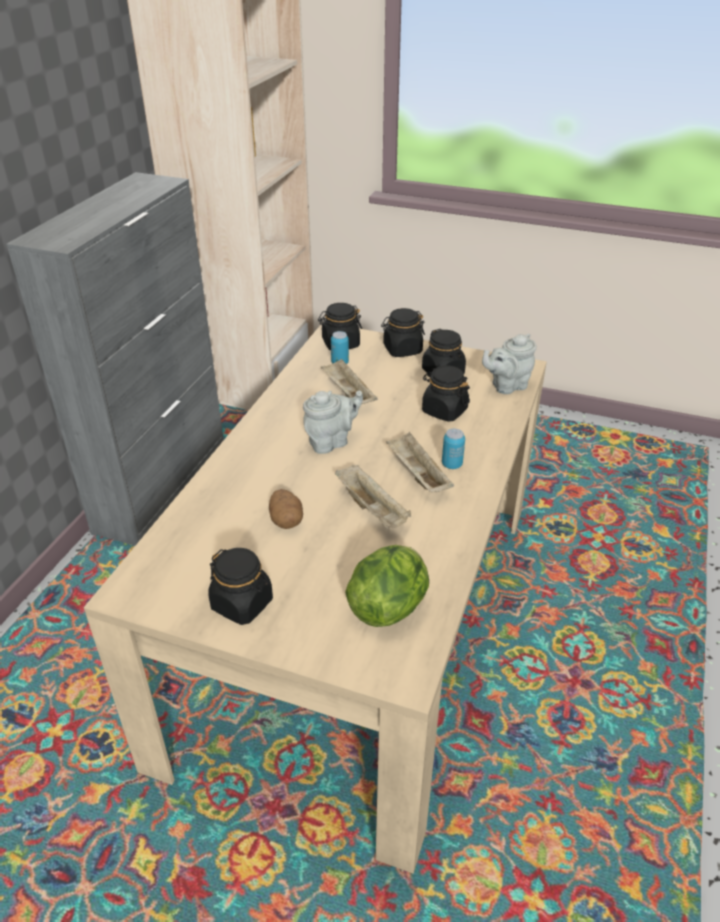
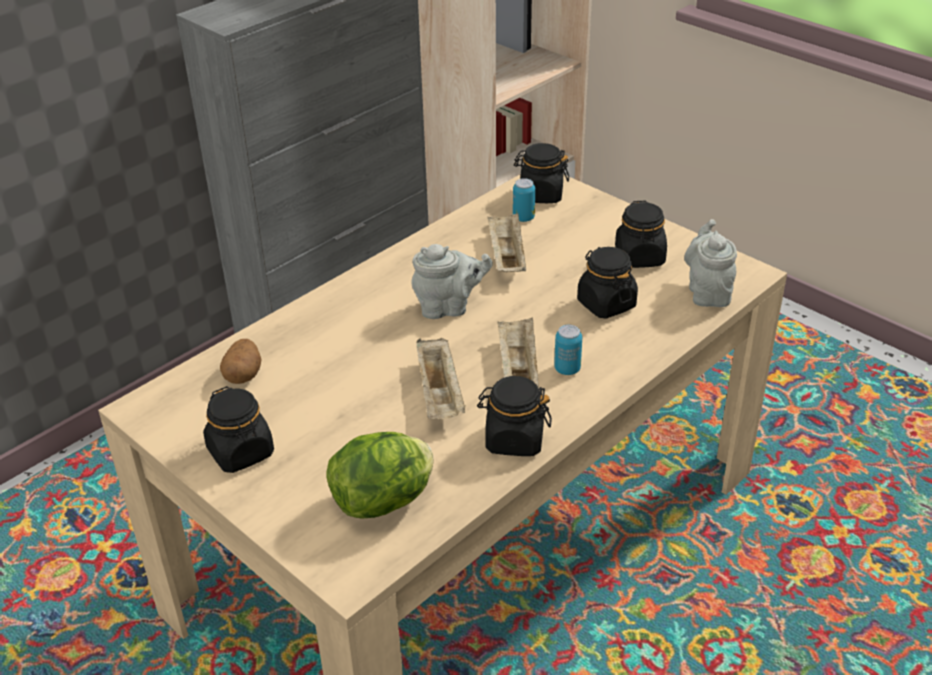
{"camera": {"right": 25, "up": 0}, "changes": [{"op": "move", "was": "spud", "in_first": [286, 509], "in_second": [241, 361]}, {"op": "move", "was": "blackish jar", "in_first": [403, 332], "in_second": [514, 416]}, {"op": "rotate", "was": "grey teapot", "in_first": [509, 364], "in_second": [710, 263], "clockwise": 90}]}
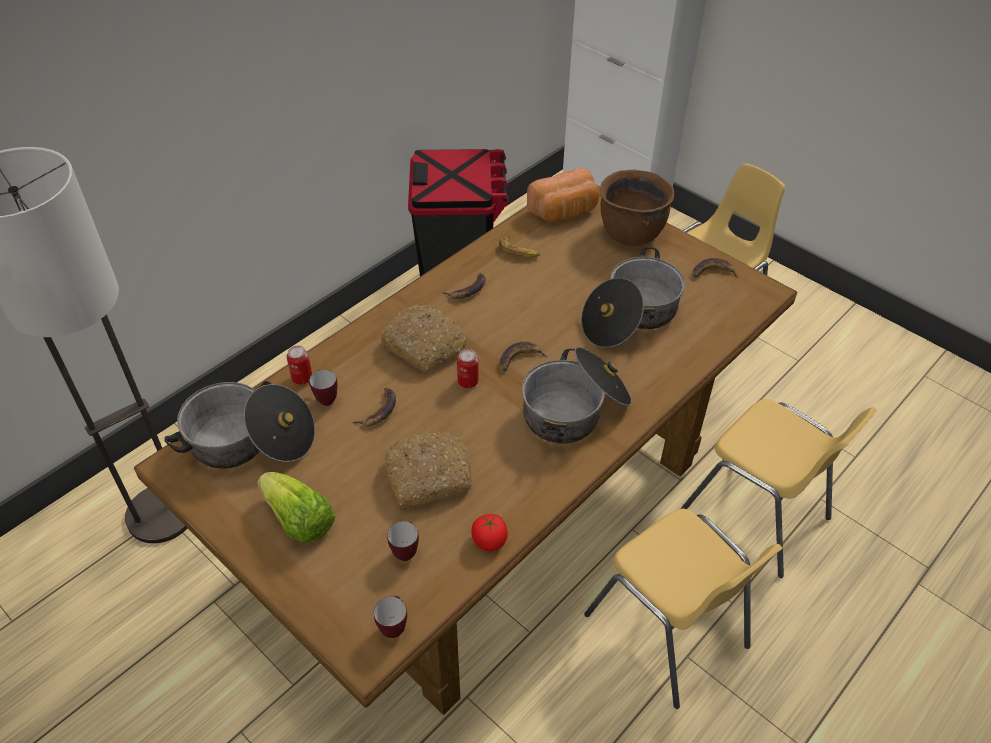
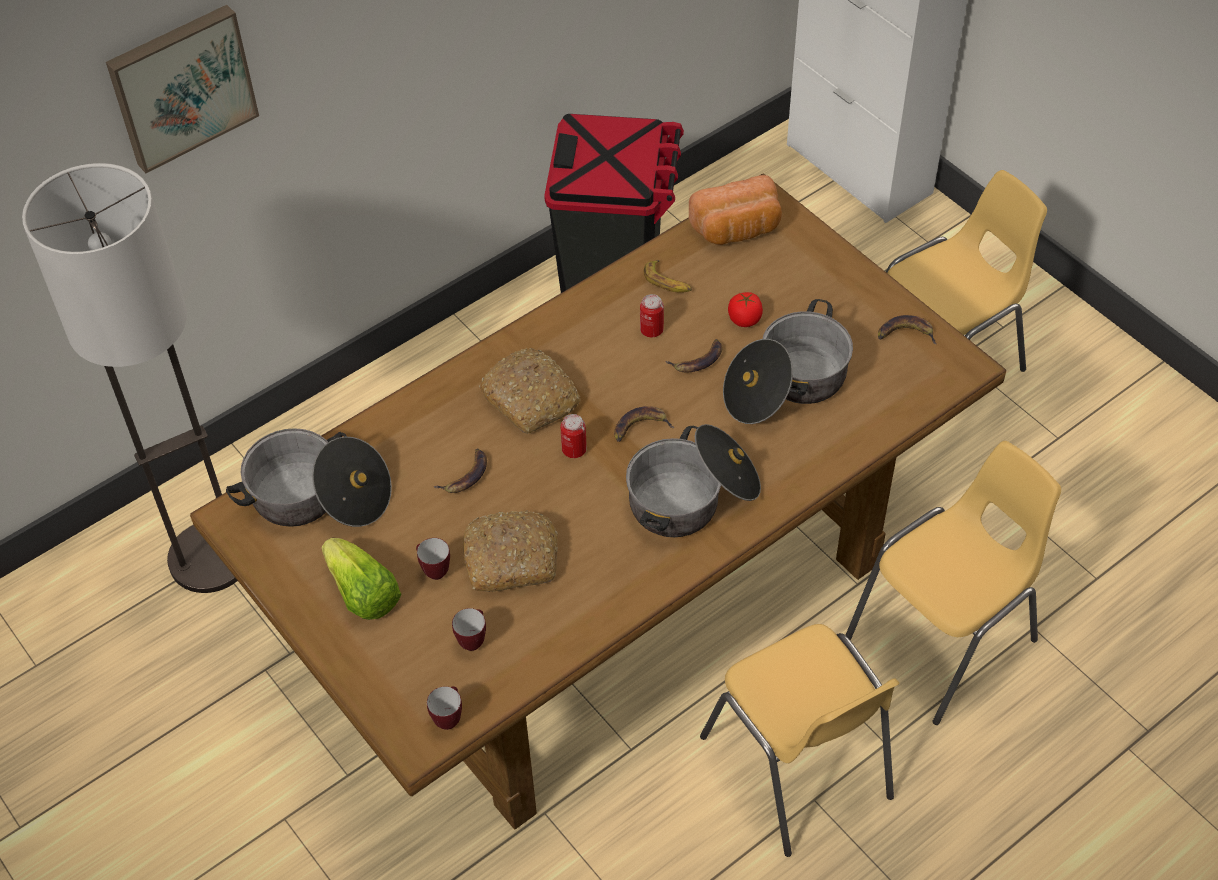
{"camera": {"right": 10, "up": 5}, "changes": [{"op": "delete", "was": "brown-coloured saucepot", "in_first": [637, 208]}, {"op": "insert", "now": "wall art", "in_second": [182, 89]}, {"op": "move", "was": "metal can", "in_first": [299, 365], "in_second": [652, 315]}, {"op": "move", "was": "tea mug", "in_first": [322, 387], "in_second": [433, 559]}, {"op": "move", "was": "banana fruit", "in_first": [463, 286], "in_second": [694, 355]}, {"op": "move", "was": "tomato", "in_first": [489, 532], "in_second": [745, 309]}, {"op": "rotate", "was": "yellow-coloured plain chair", "in_first": [778, 488], "in_second": [953, 583], "clockwise": -90}]}
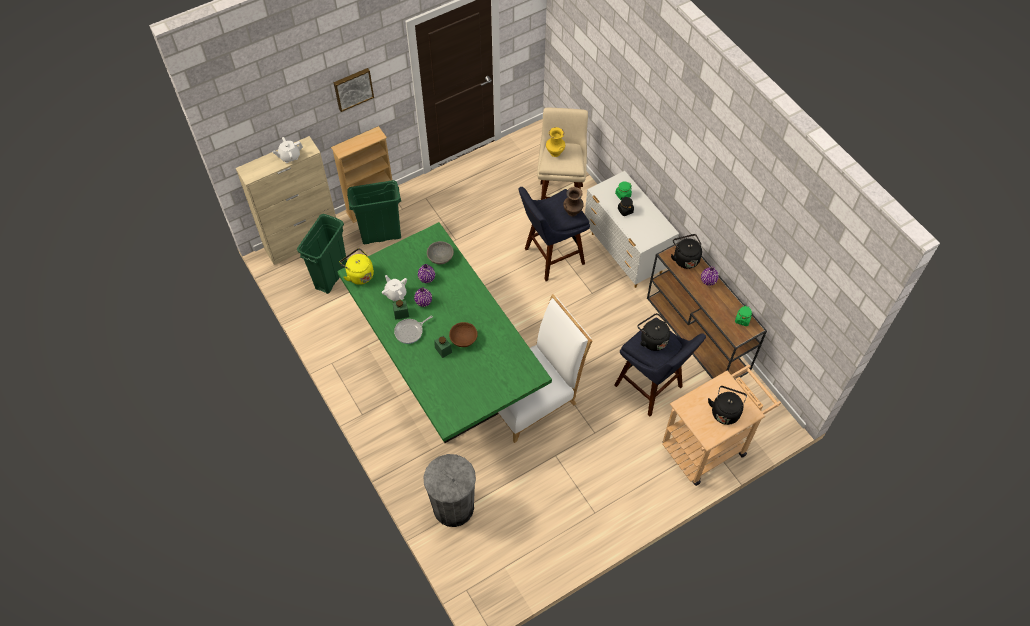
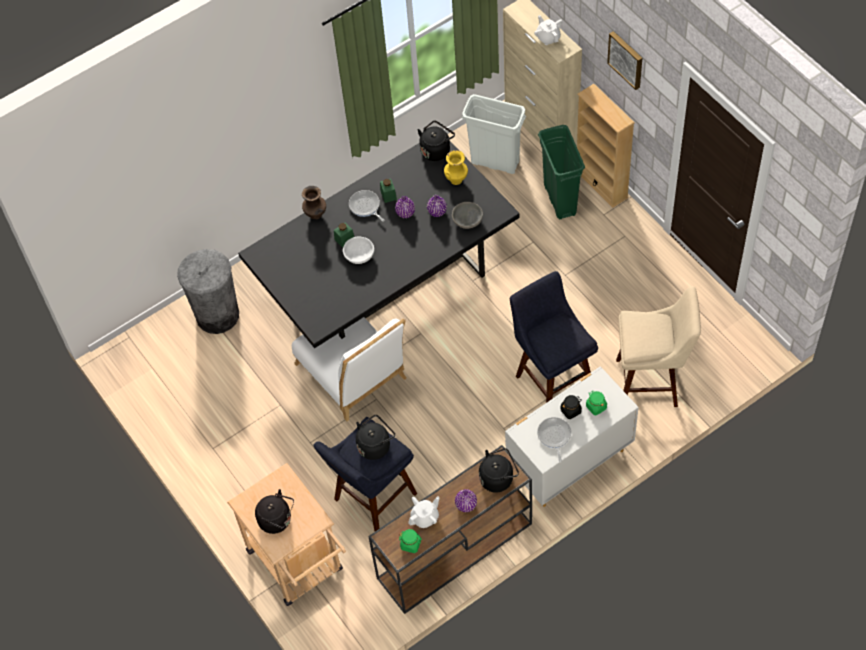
{"camera": {"right": 90, "up": 0}, "changes": [{"op": "insert", "now": "skillet", "in_second": [554, 439]}, {"op": "move", "was": "whitish teapot", "in_first": [394, 288], "in_second": [423, 512]}, {"op": "move", "was": "yellow-coloured flower vase", "in_first": [555, 142], "in_second": [456, 167]}, {"op": "move", "was": "brown-coloured flower vase", "in_first": [573, 202], "in_second": [314, 202]}, {"op": "recolor", "was": "green rubbish bin", "now": "whitish rubbish bin", "in_first": [322, 254], "in_second": [494, 134]}, {"op": "recolor", "was": "green dinner table", "now": "blackish dinner table", "in_first": [444, 332], "in_second": [379, 244]}, {"op": "recolor", "was": "yellow-coloured kettle", "now": "blackish kettle", "in_first": [357, 266], "in_second": [436, 140]}, {"op": "recolor", "was": "brown-coloured bowl", "now": "whitish bowl", "in_first": [463, 334], "in_second": [358, 250]}]}
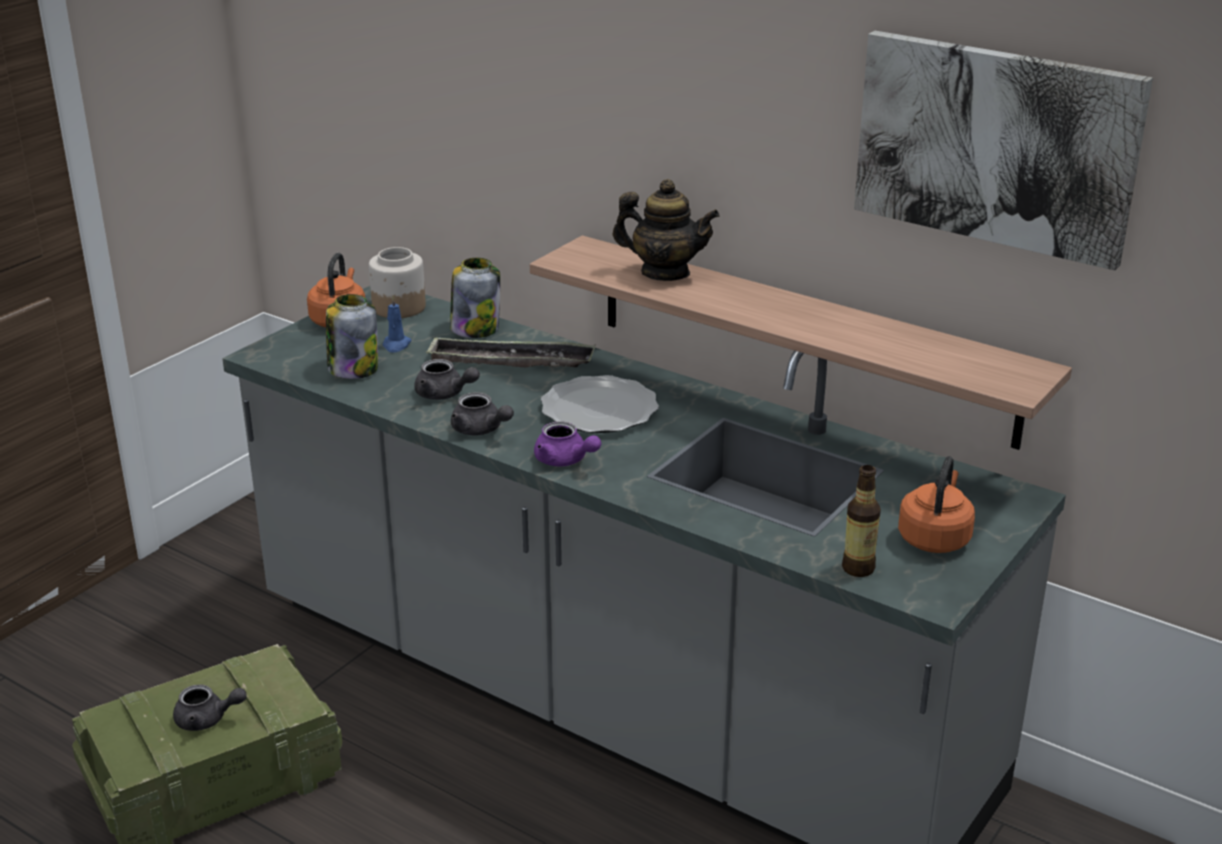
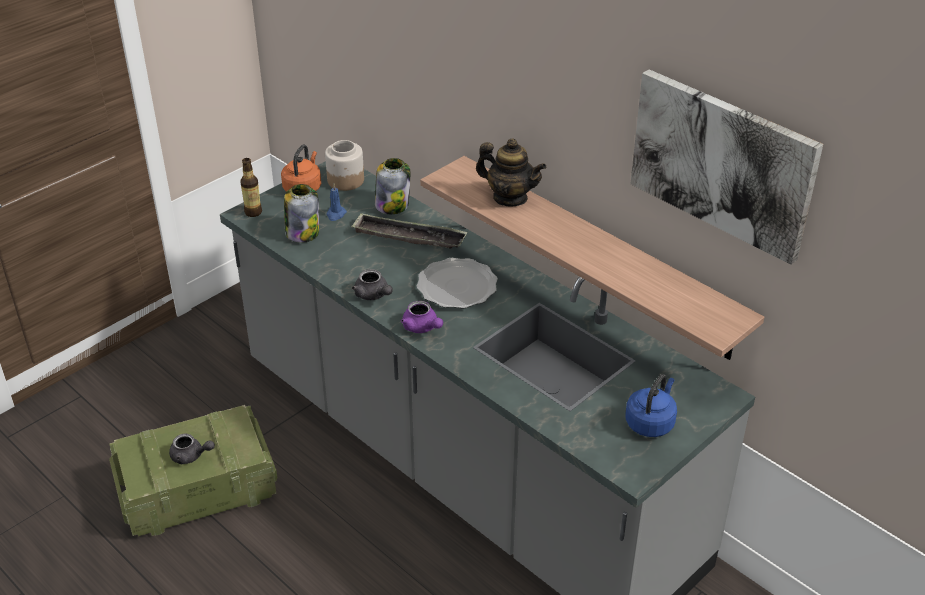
{"camera": {"right": 10, "up": 10}, "changes": [{"op": "delete", "was": "grey teapot", "in_first": [447, 379]}, {"op": "move", "was": "beverage bottle", "in_first": [861, 521], "in_second": [251, 187]}, {"op": "recolor", "was": "orangey kettle", "now": "bluish kettle", "in_first": [936, 504], "in_second": [651, 405]}]}
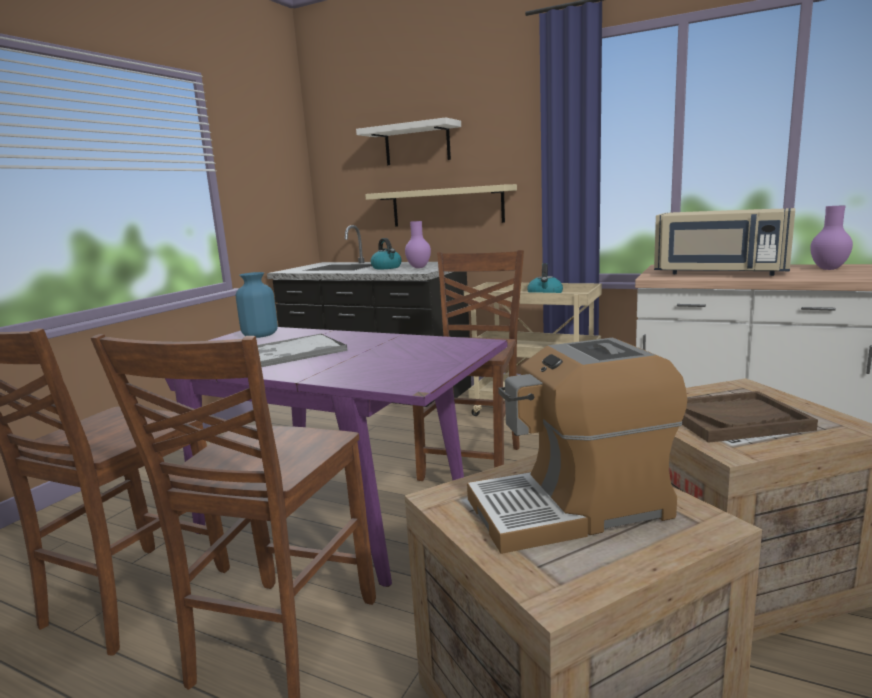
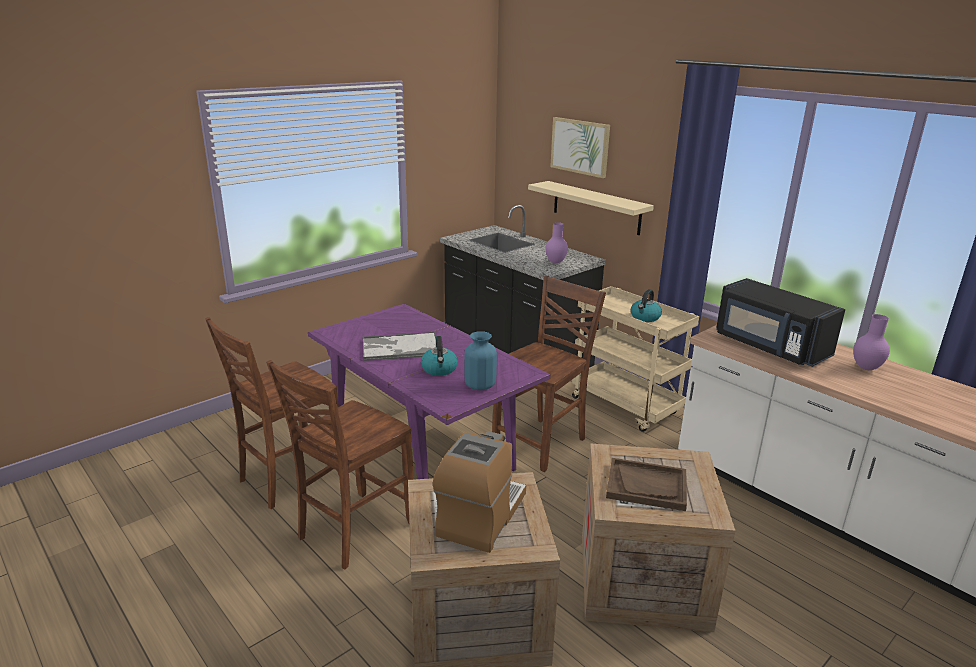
{"camera": {"right": 20, "up": 10}, "changes": [{"op": "move", "was": "bluish flower vase", "in_first": [257, 305], "in_second": [480, 360]}, {"op": "move", "was": "kettle", "in_first": [386, 253], "in_second": [439, 356]}, {"op": "replace", "was": "whitish bracket shelf", "now": "wall art", "in_first": [408, 141], "in_second": [580, 147]}, {"op": "recolor", "was": "beige microwave oven", "now": "blackish microwave oven", "in_first": [724, 242], "in_second": [780, 322]}, {"op": "rotate", "was": "coffee maker", "in_first": [577, 445], "in_second": [479, 492], "clockwise": 105}]}
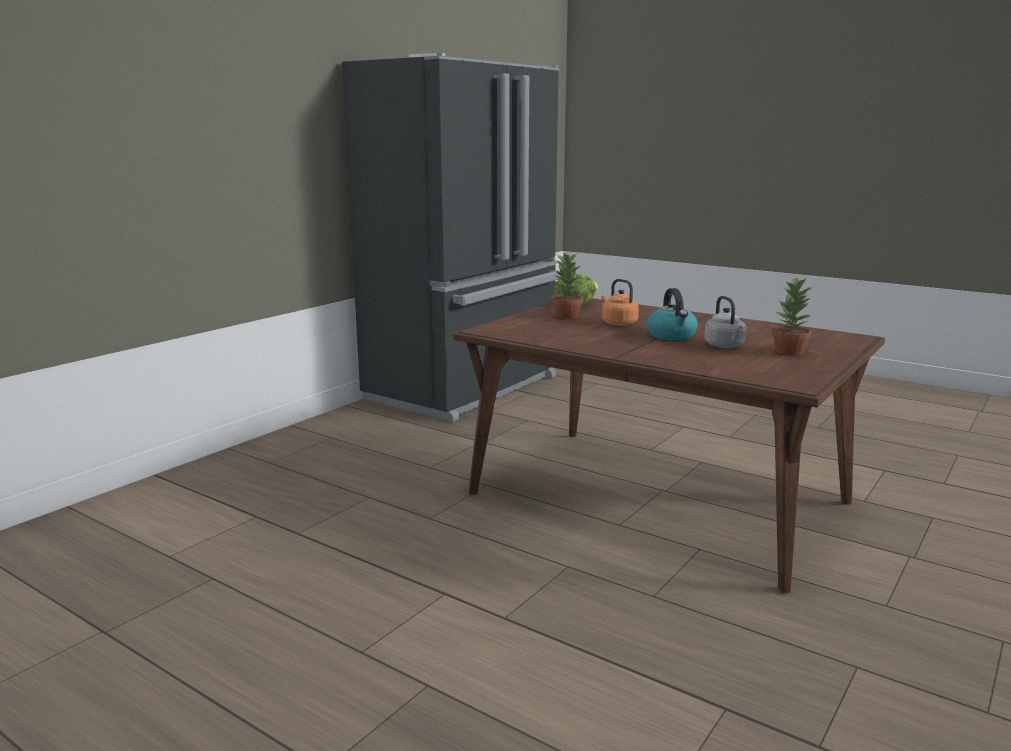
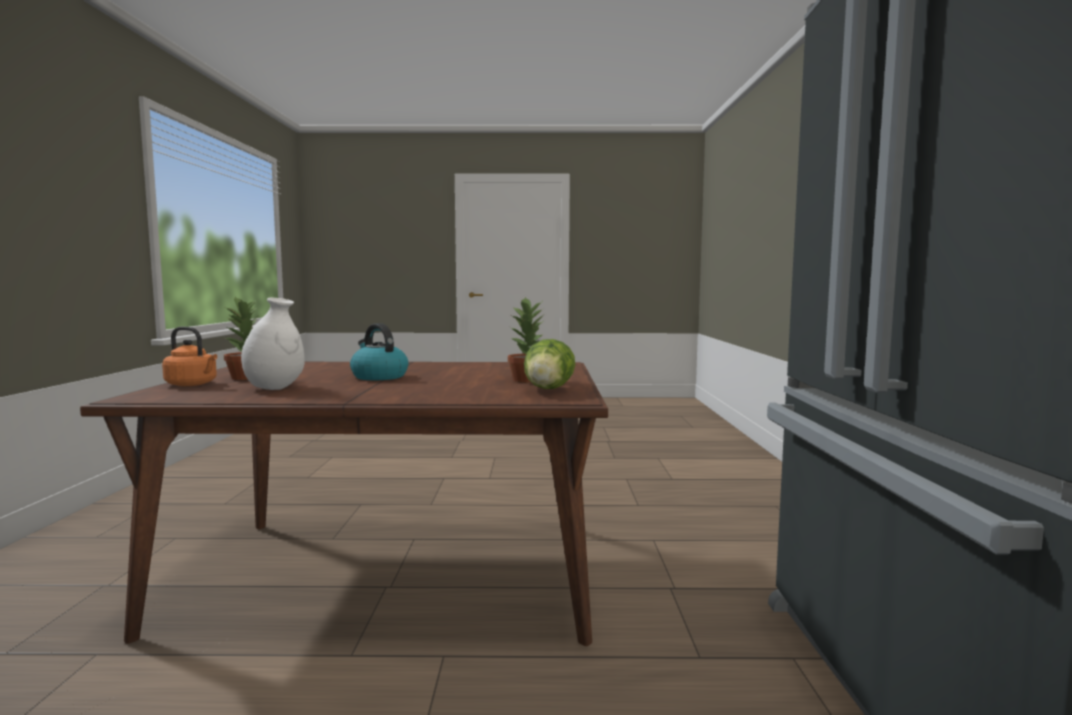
{"camera": {"right": 145, "up": -10}, "changes": [{"op": "delete", "was": "grey kettle", "in_first": [725, 322]}, {"op": "insert", "now": "whitish flower vase", "in_second": [273, 344]}, {"op": "move", "was": "orangey kettle", "in_first": [620, 302], "in_second": [189, 356]}]}
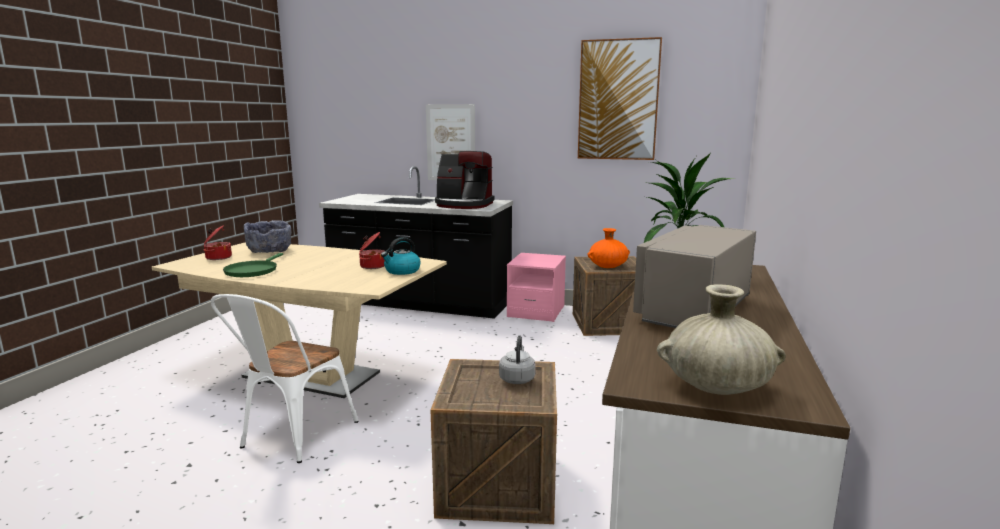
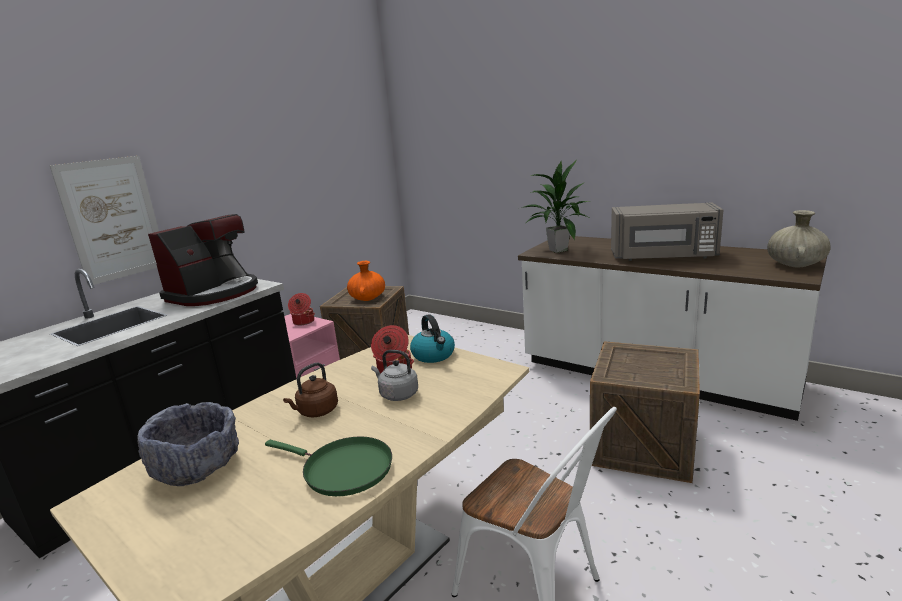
{"camera": {"right": -70, "up": 5}, "changes": [{"op": "delete", "was": "wall art", "in_first": [620, 98]}, {"op": "insert", "now": "brown-coloured kettle", "in_second": [310, 389]}, {"op": "move", "was": "saucepot", "in_first": [218, 242], "in_second": [301, 309]}, {"op": "move", "was": "grey kettle", "in_first": [517, 360], "in_second": [394, 375]}, {"op": "rotate", "was": "grey microwave oven", "in_first": [694, 276], "in_second": [667, 231], "clockwise": -45}]}
